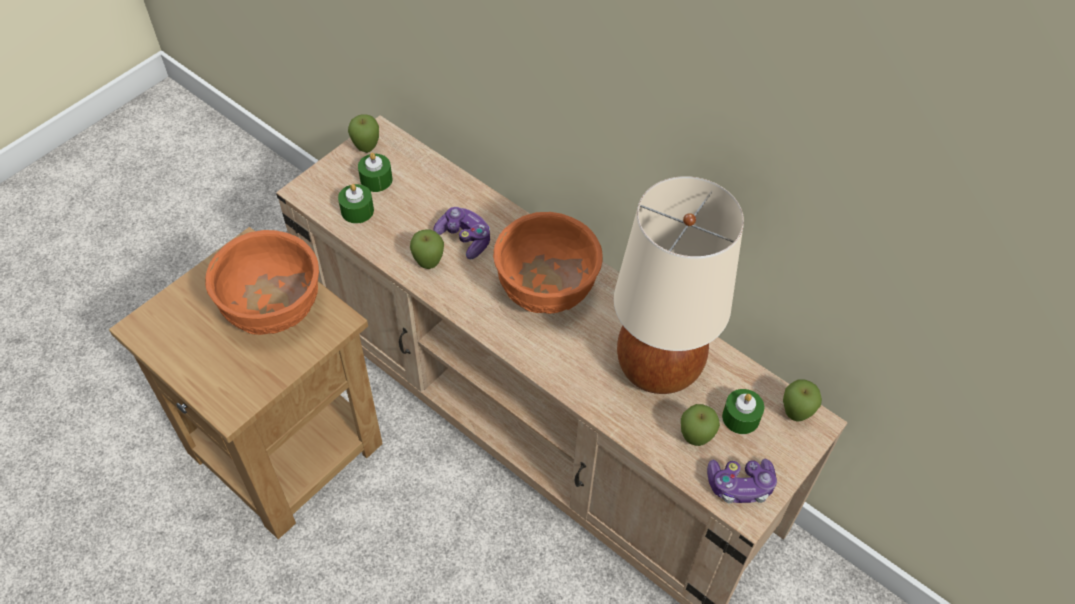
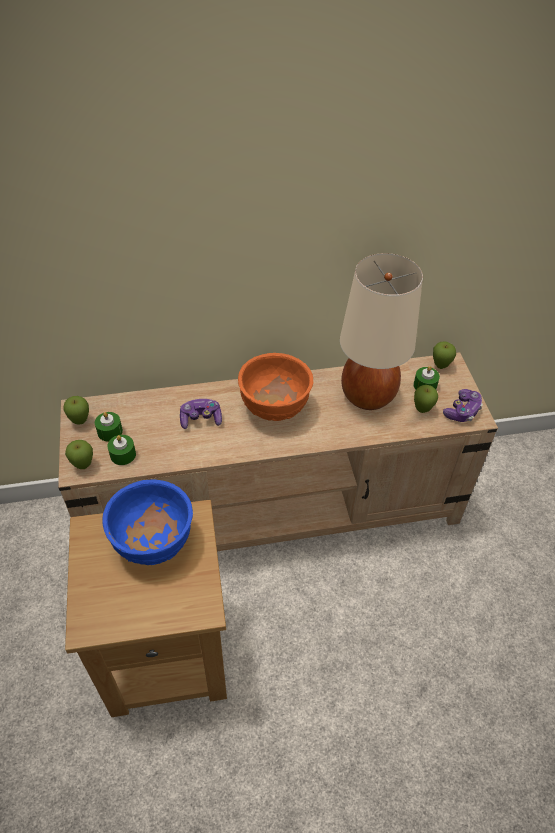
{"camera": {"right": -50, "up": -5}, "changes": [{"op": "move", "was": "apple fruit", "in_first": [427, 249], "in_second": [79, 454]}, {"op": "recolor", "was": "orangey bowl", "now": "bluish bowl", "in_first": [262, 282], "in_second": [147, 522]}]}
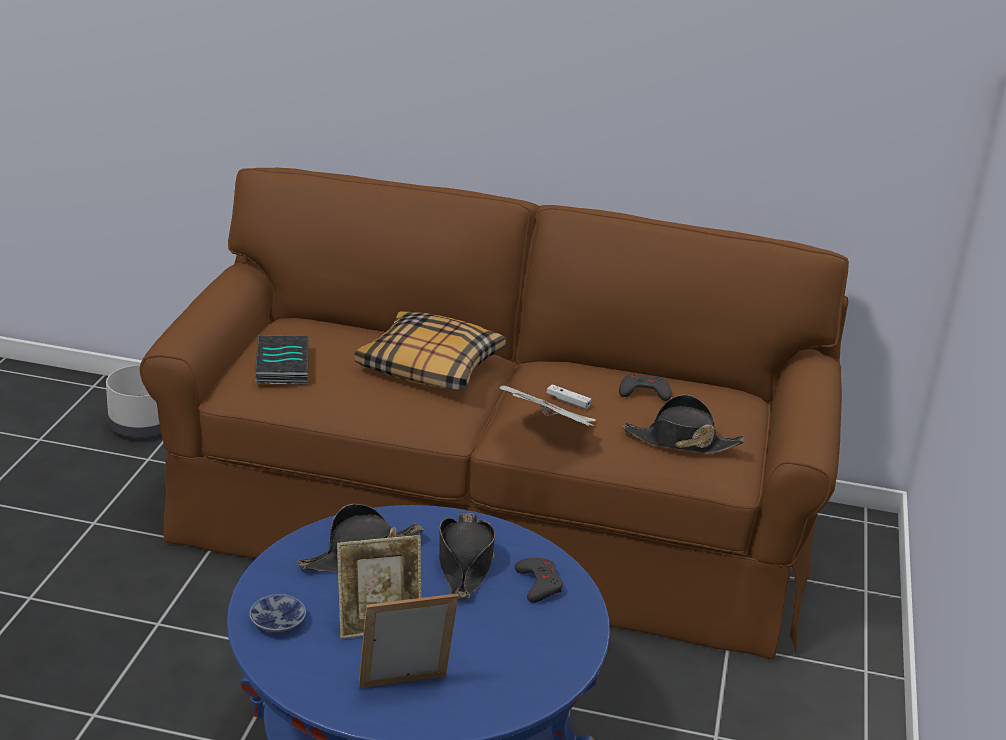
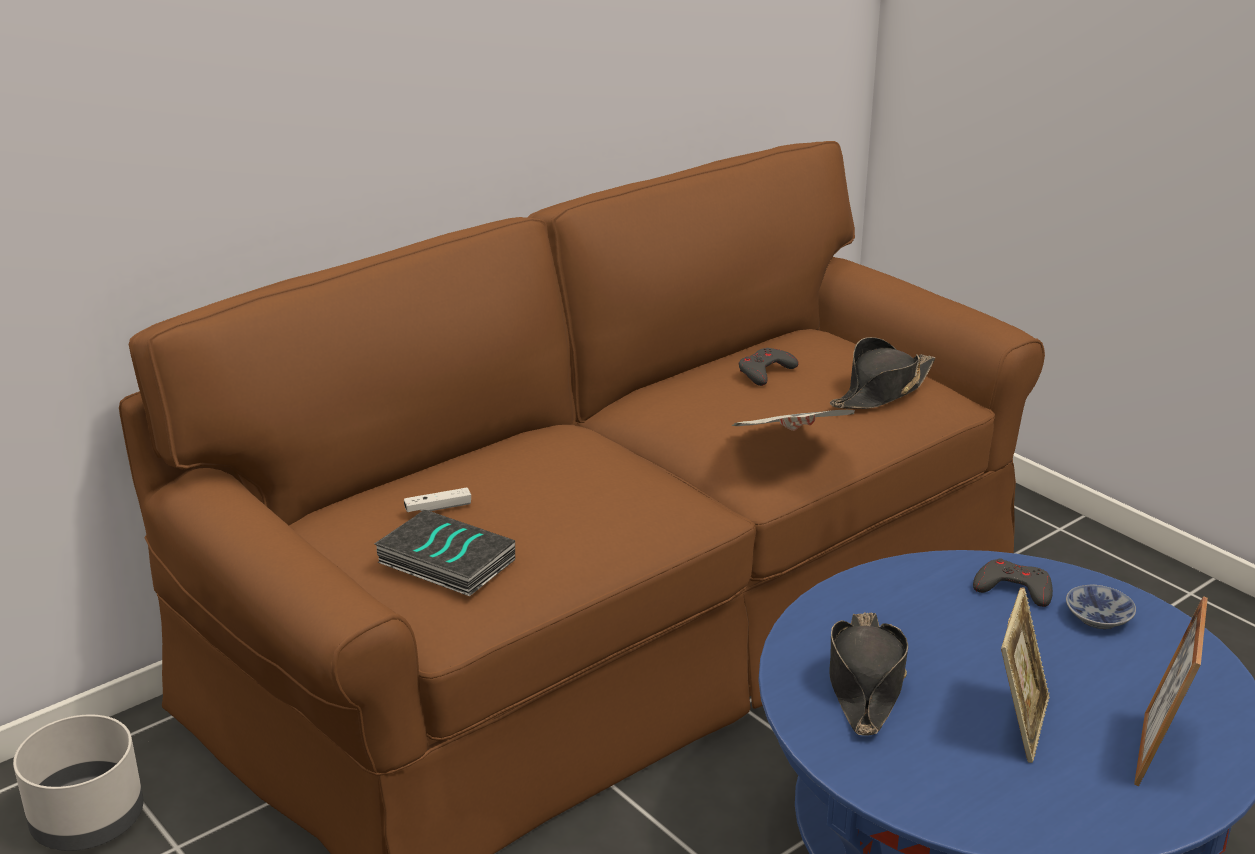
{"camera": {"right": -50, "up": 0}, "changes": [{"op": "delete", "was": "cushion", "in_first": [430, 350]}, {"op": "delete", "was": "blackish hat", "in_first": [467, 556]}, {"op": "move", "was": "bowl", "in_first": [278, 613], "in_second": [1101, 607]}, {"op": "move", "was": "whitish joypad", "in_first": [569, 396], "in_second": [437, 500]}]}
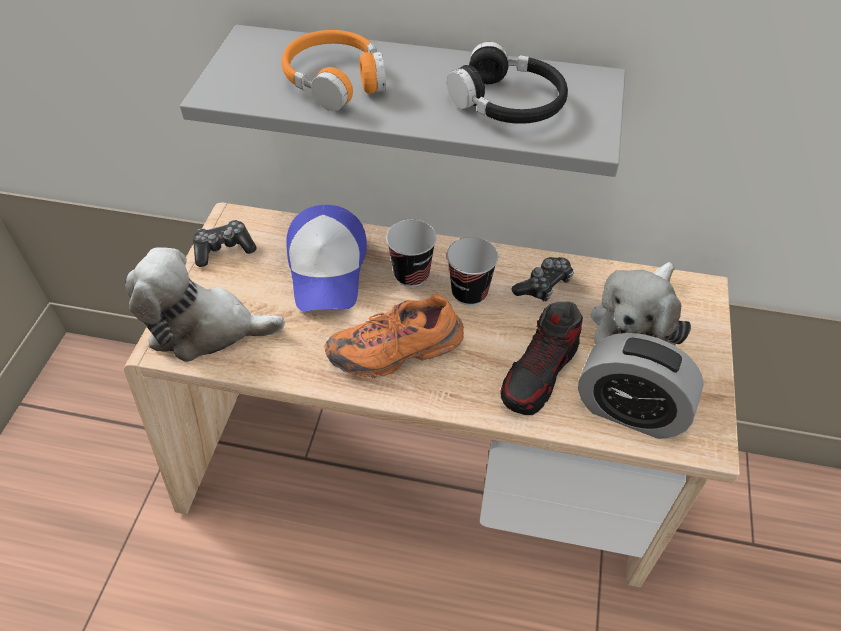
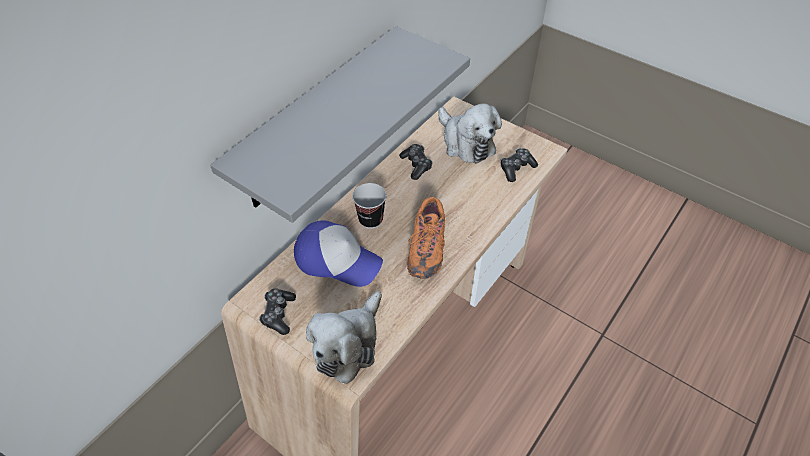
{"camera": {"right": -65, "up": 0}, "changes": [{"op": "delete", "was": "orangey headset", "in_first": [333, 70]}, {"op": "delete", "was": "blackish headset", "in_first": [507, 83]}, {"op": "delete", "was": "small cup", "in_first": [472, 271]}, {"op": "delete", "was": "shoe", "in_first": [541, 358]}, {"op": "replace", "was": "alarm clock", "now": "joypad", "in_first": [641, 386], "in_second": [519, 165]}]}
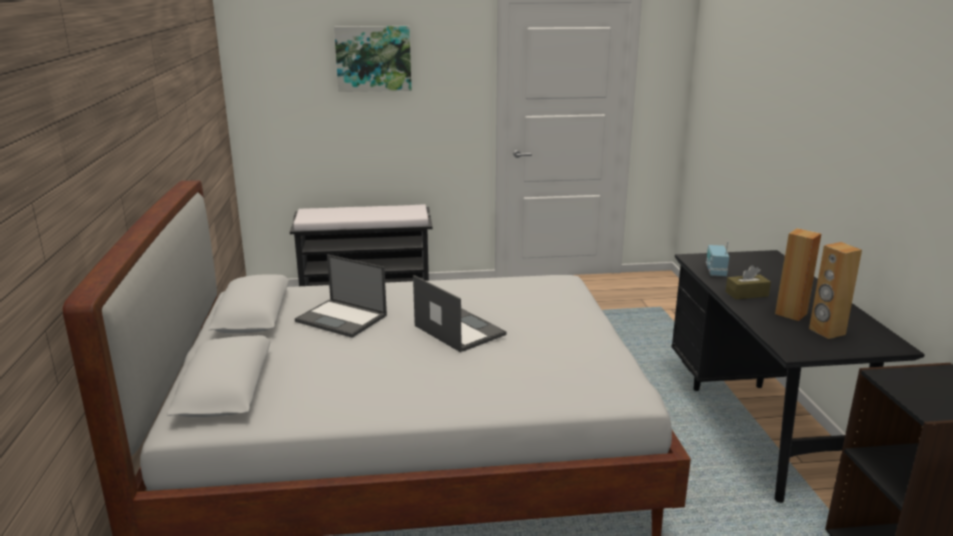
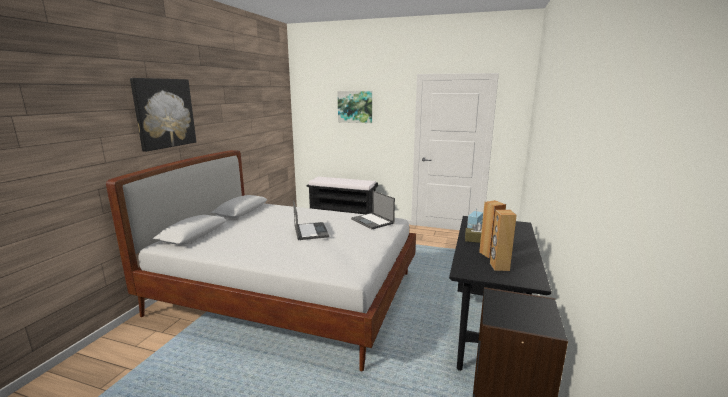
{"camera": {"right": 25, "up": -5}, "changes": [{"op": "insert", "now": "wall art", "in_second": [163, 115]}, {"op": "move", "was": "notebook computer", "in_first": [341, 296], "in_second": [373, 210]}]}
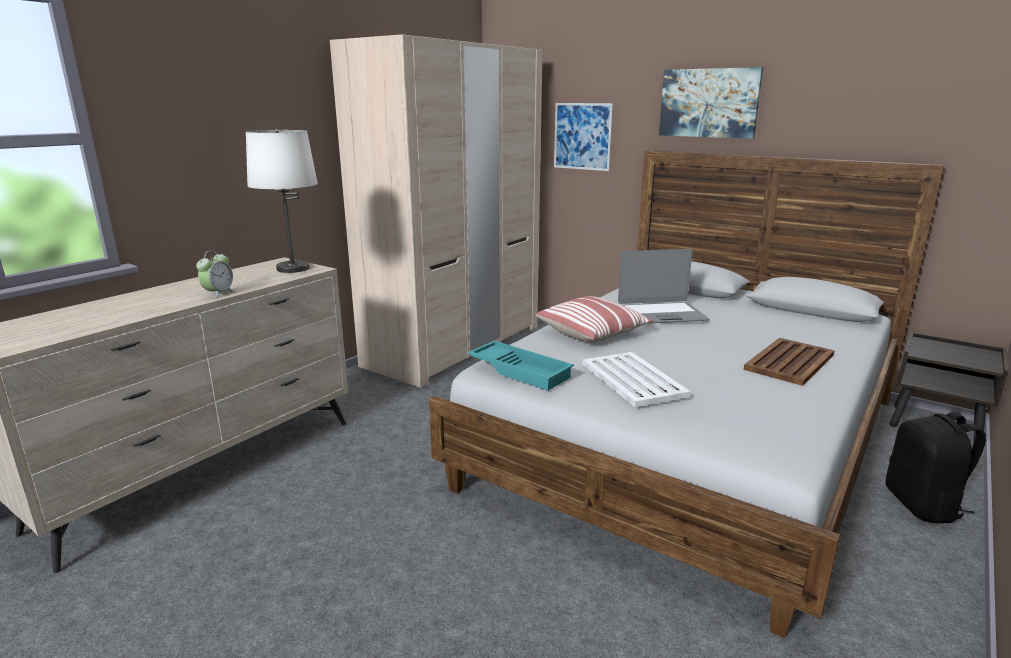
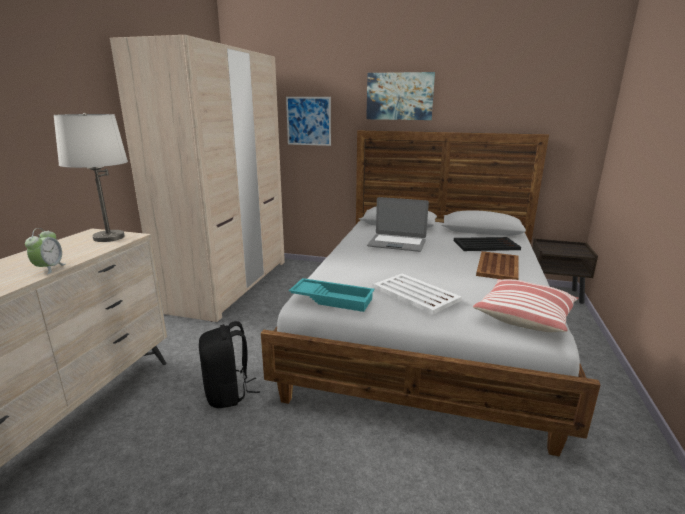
{"camera": {"right": -20, "up": 0}, "changes": [{"op": "insert", "now": "blackish tray", "in_second": [487, 244]}, {"op": "move", "was": "cushion", "in_first": [594, 319], "in_second": [526, 305]}, {"op": "move", "was": "blackish rucksack", "in_first": [936, 467], "in_second": [229, 364]}, {"op": "rotate", "was": "notebook computer", "in_first": [663, 286], "in_second": [398, 224], "clockwise": 45}]}
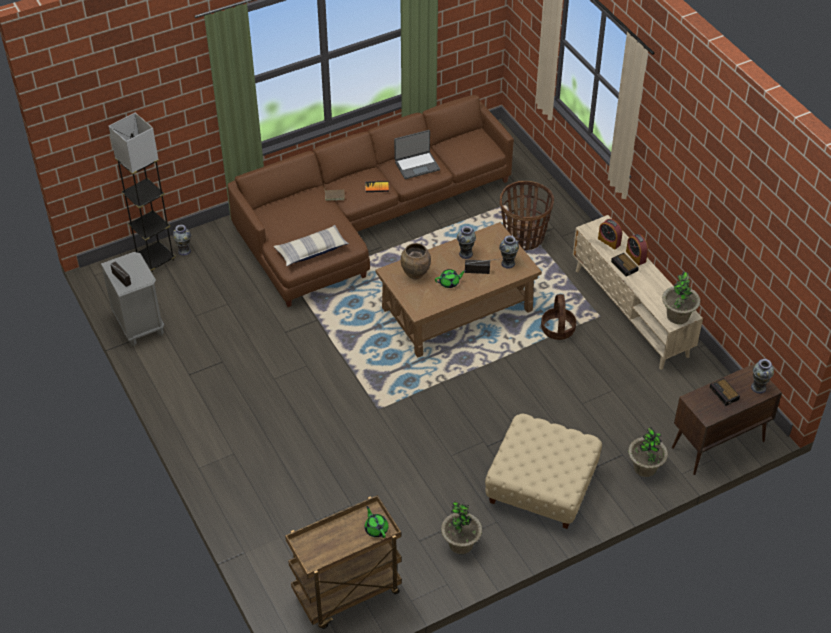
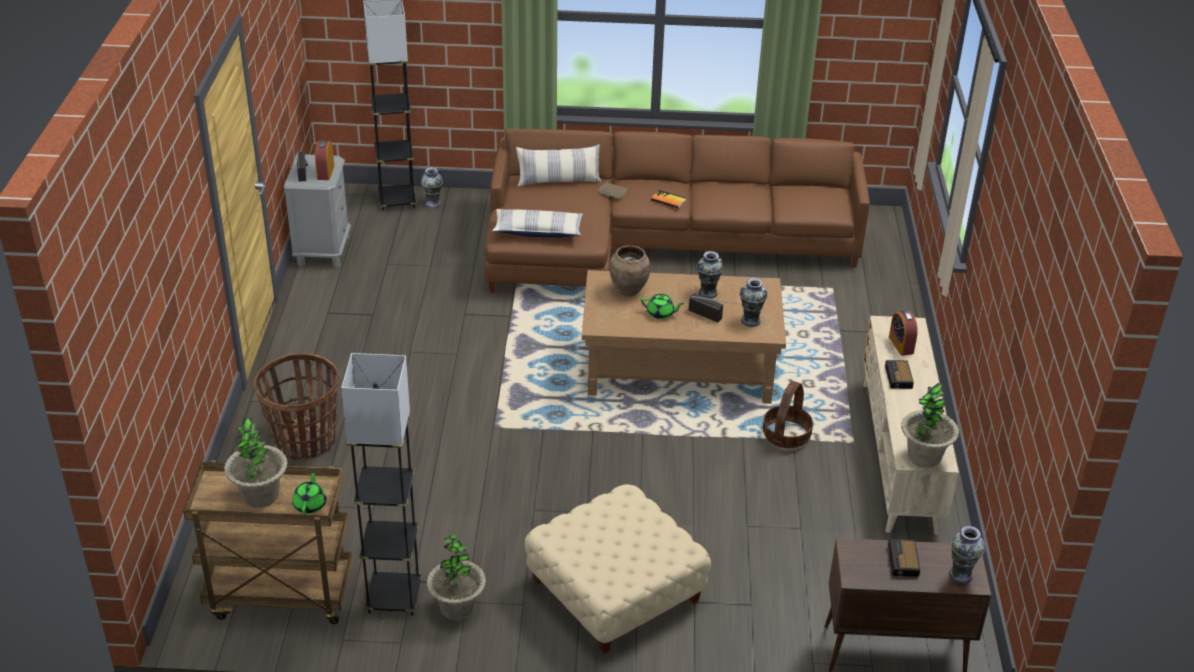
{"camera": {"right": 30, "up": -10}, "changes": [{"op": "delete", "was": "notebook computer", "in_first": [417, 154]}, {"op": "insert", "now": "grey standing lamp", "in_second": [381, 484]}, {"op": "insert", "now": "cushion", "in_second": [558, 165]}, {"op": "move", "was": "storage basket", "in_first": [527, 215], "in_second": [296, 406]}, {"op": "move", "was": "alarm clock", "in_first": [637, 249], "in_second": [324, 160]}, {"op": "move", "was": "houseplant", "in_first": [648, 452], "in_second": [256, 463]}]}
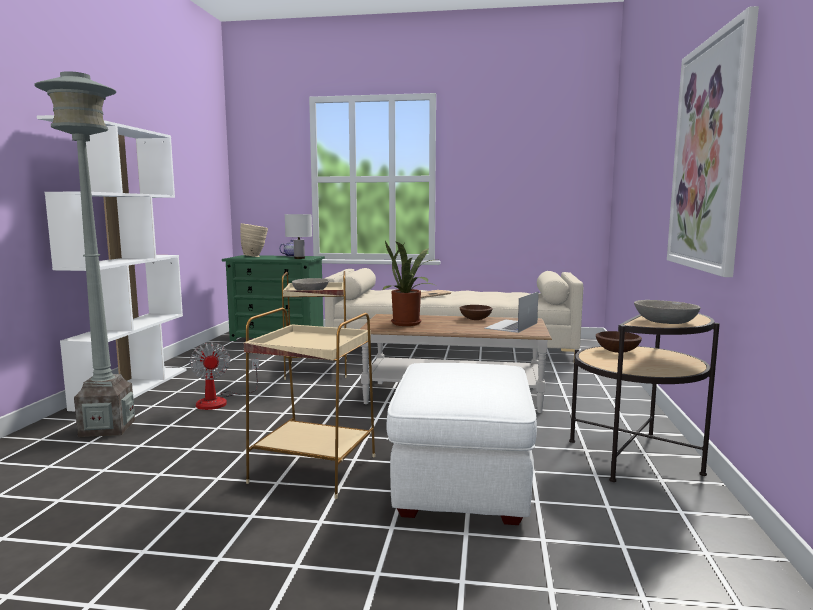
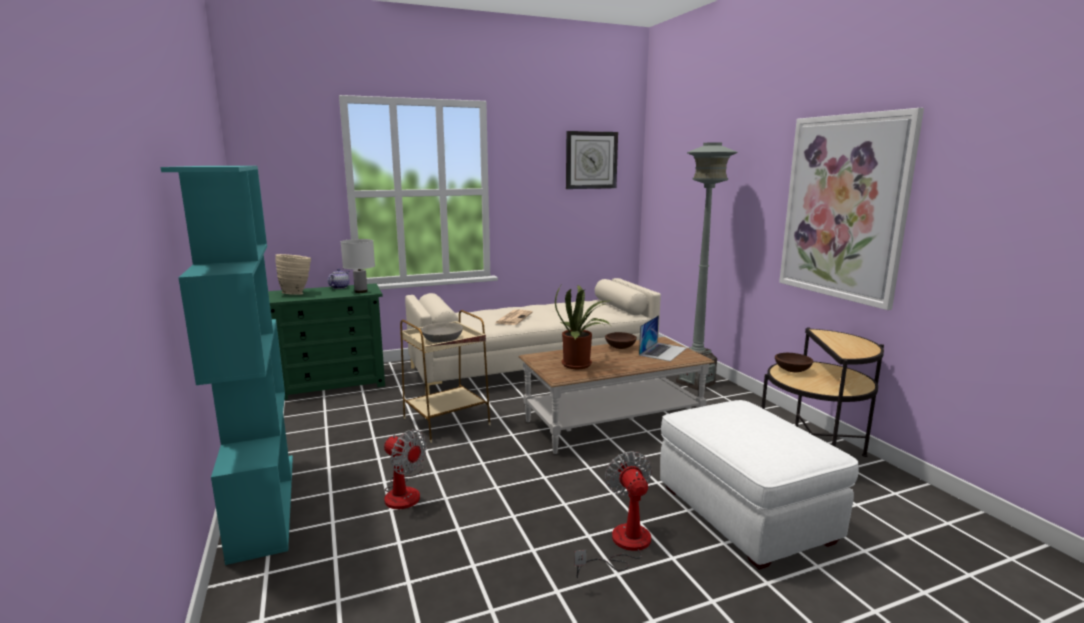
{"camera": {"right": -30, "up": 5}, "changes": [{"op": "delete", "was": "grey bowl", "in_first": [667, 312]}, {"op": "insert", "now": "hanging clock", "in_second": [592, 160]}, {"op": "move", "was": "grey standing lamp", "in_first": [84, 254], "in_second": [707, 266]}, {"op": "replace", "was": "beige side table", "now": "cooling fan", "in_first": [309, 403], "in_second": [613, 514]}, {"op": "recolor", "was": "whitish bookcase", "now": "blue-green bookcase", "in_first": [112, 263], "in_second": [227, 365]}, {"op": "rotate", "was": "notebook computer", "in_first": [511, 312], "in_second": [663, 338], "clockwise": -150}]}
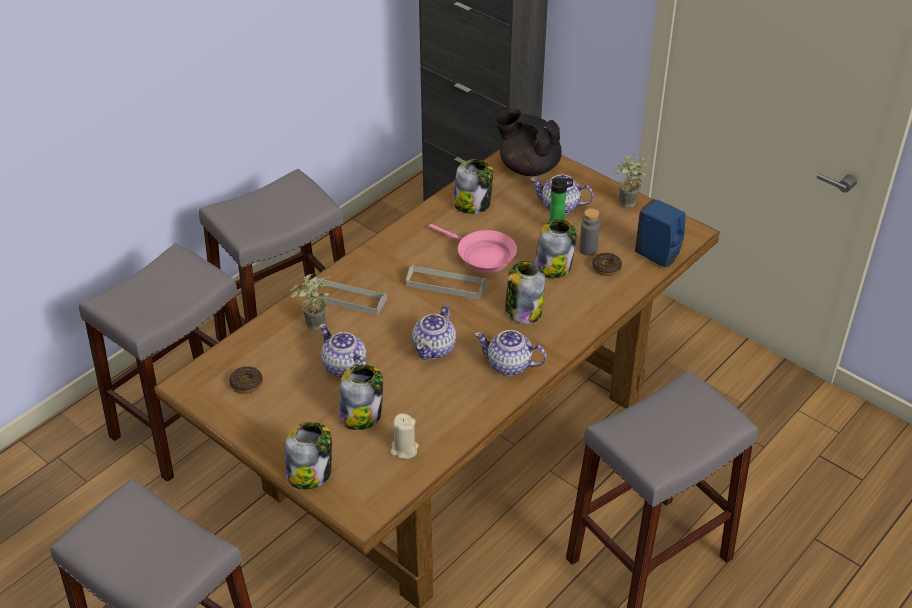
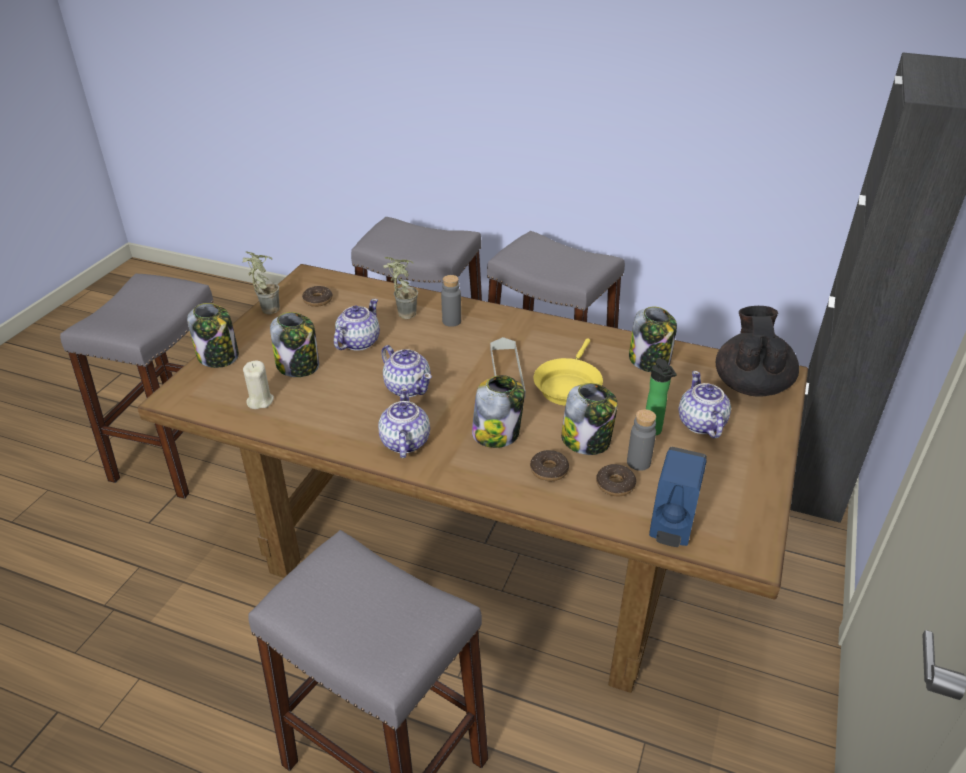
{"camera": {"right": 70, "up": -5}, "changes": [{"op": "insert", "now": "donut", "in_second": [549, 465]}, {"op": "move", "was": "houseplant", "in_first": [631, 181], "in_second": [261, 283]}, {"op": "replace", "was": "grey tray", "now": "grey beverage bottle", "in_first": [346, 296], "in_second": [451, 301]}, {"op": "recolor", "was": "pink-coloured skillet", "now": "yellow-coloured skillet", "in_first": [473, 248], "in_second": [568, 372]}, {"op": "rotate", "was": "teapot", "in_first": [434, 332], "in_second": [406, 371], "clockwise": -135}]}
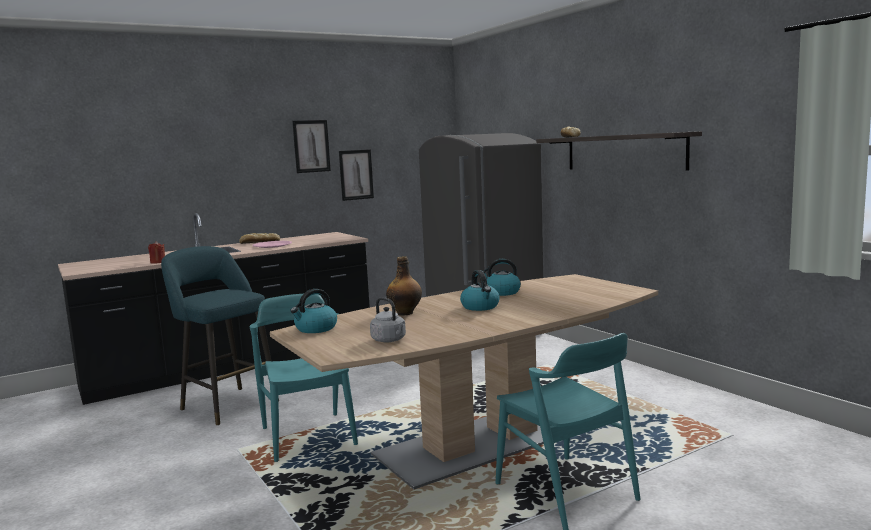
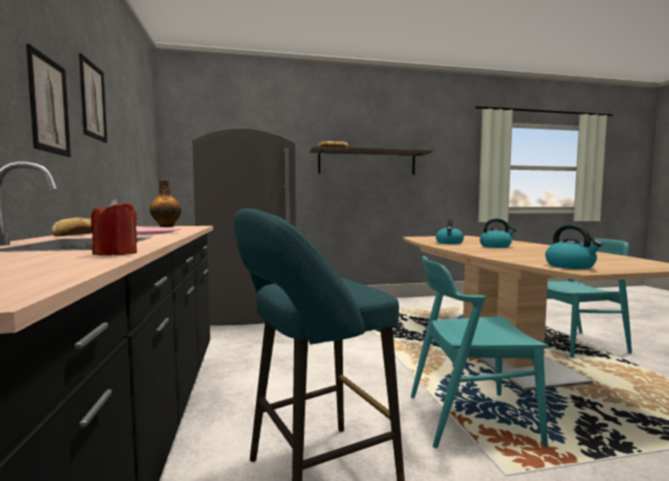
{"camera": {"right": -70, "up": -5}, "changes": [{"op": "delete", "was": "grey kettle", "in_first": [388, 320]}, {"op": "move", "was": "wall art", "in_first": [356, 175], "in_second": [48, 100]}, {"op": "move", "was": "beverage bottle", "in_first": [404, 285], "in_second": [165, 203]}]}
